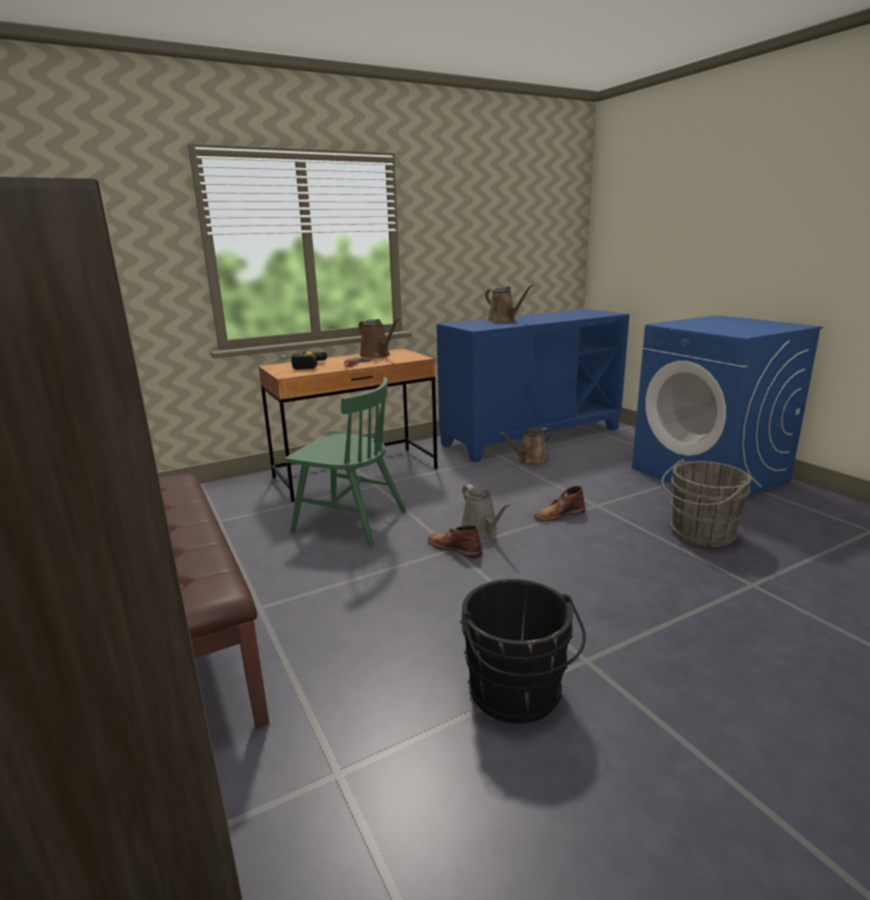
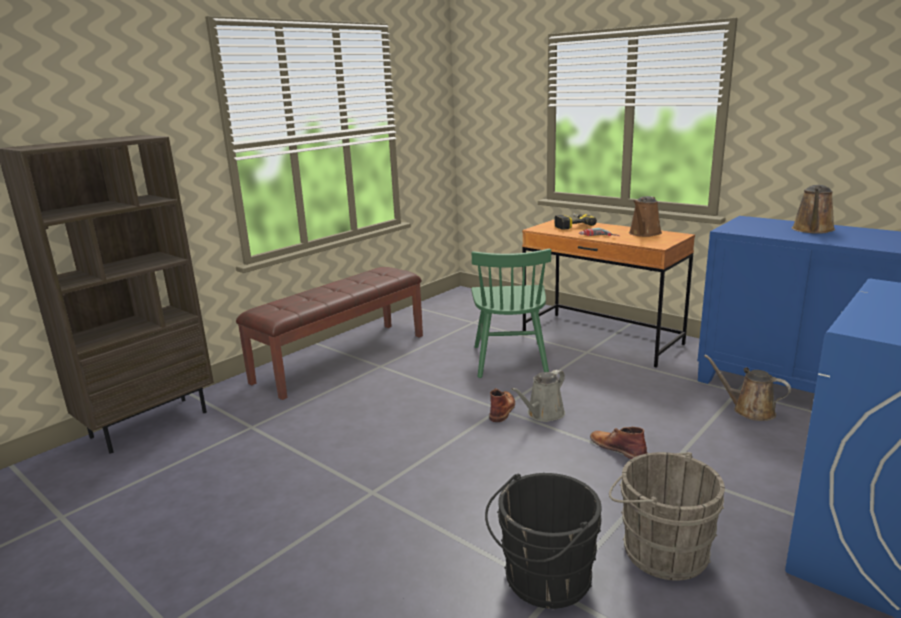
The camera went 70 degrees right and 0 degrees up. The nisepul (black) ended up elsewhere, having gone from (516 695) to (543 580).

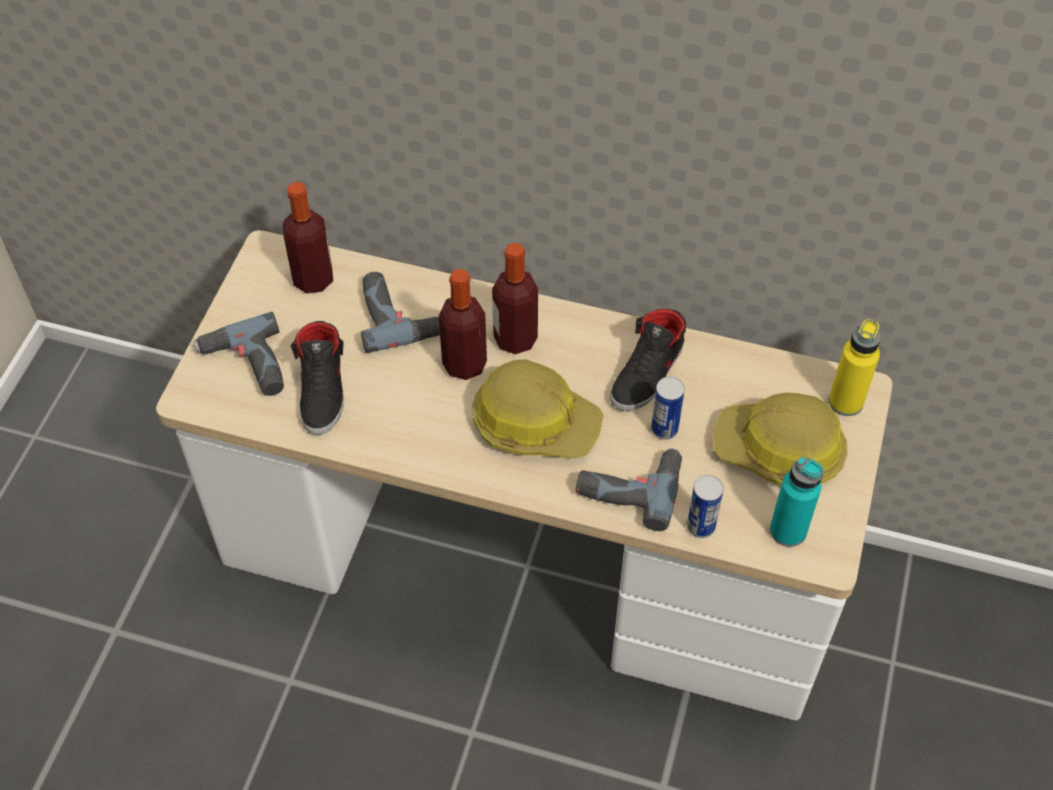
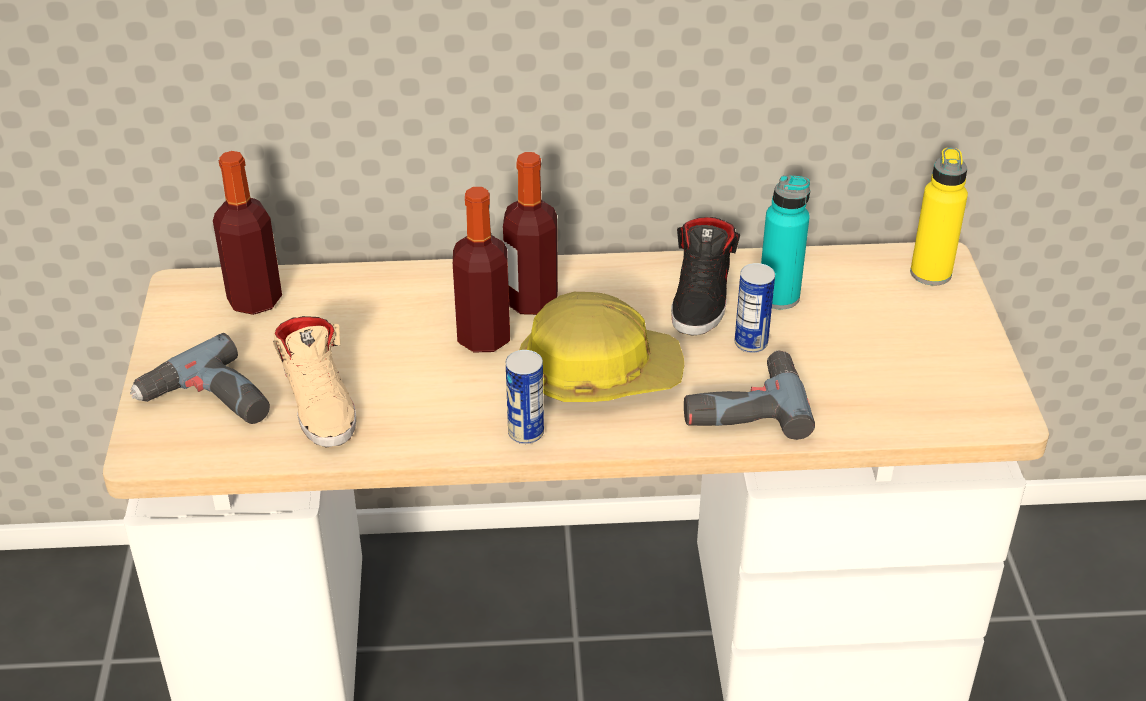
The camera went 20 degrees left and 15 degrees down. What was the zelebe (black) at (323 389) turned into the zelebe (beige) at (320 403). The second view lost the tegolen at (398 315). The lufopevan ended up elsewhere, having gone from (701 526) to (526 433). The second view lost the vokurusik at (779 451). The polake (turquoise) ended up elsewhere, having gone from (788 531) to (778 297).

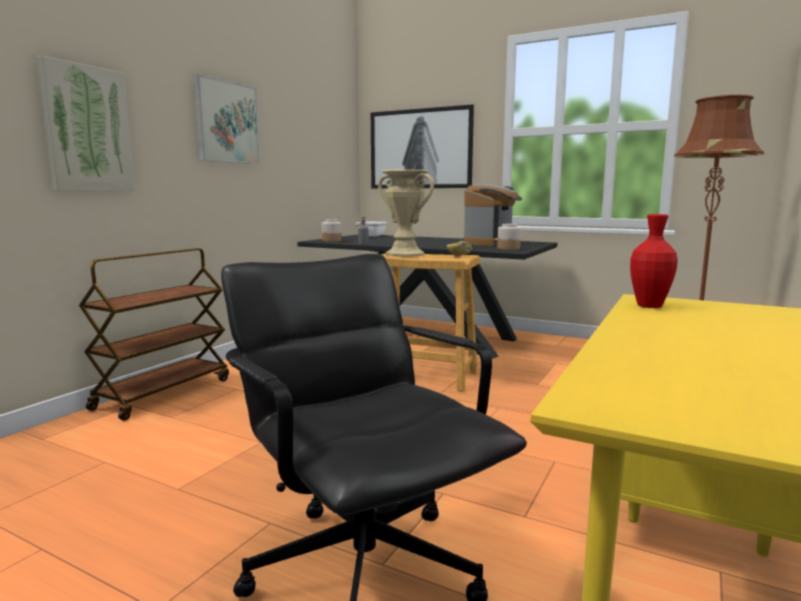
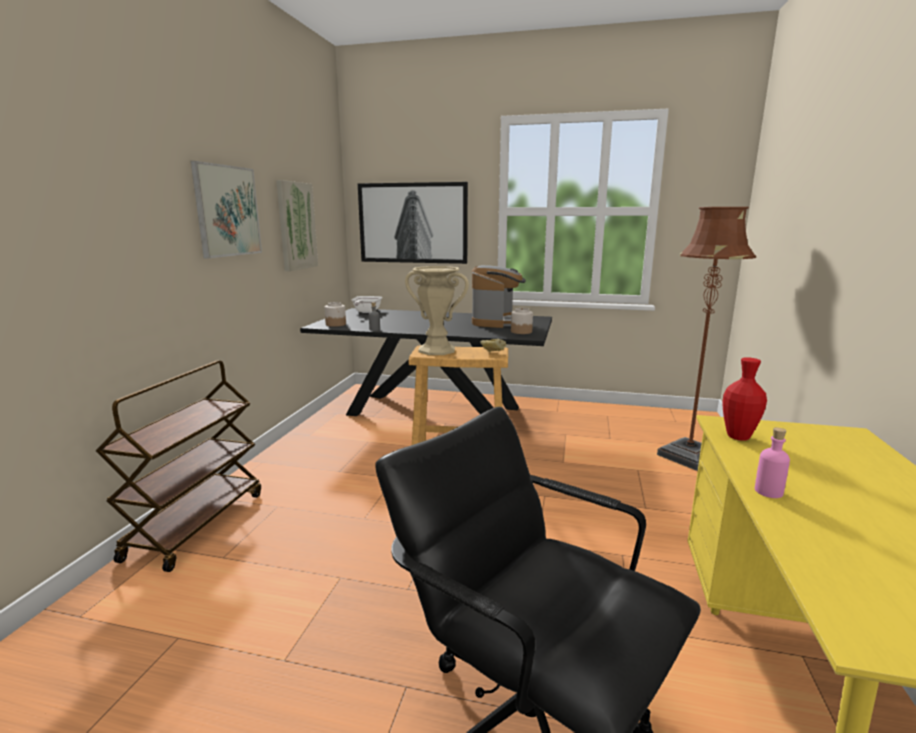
The camera went 15 degrees left and 5 degrees up. The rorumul ended up elsewhere, having gone from (87 129) to (296 226). The second view gained the polake (pink) at (768 491).

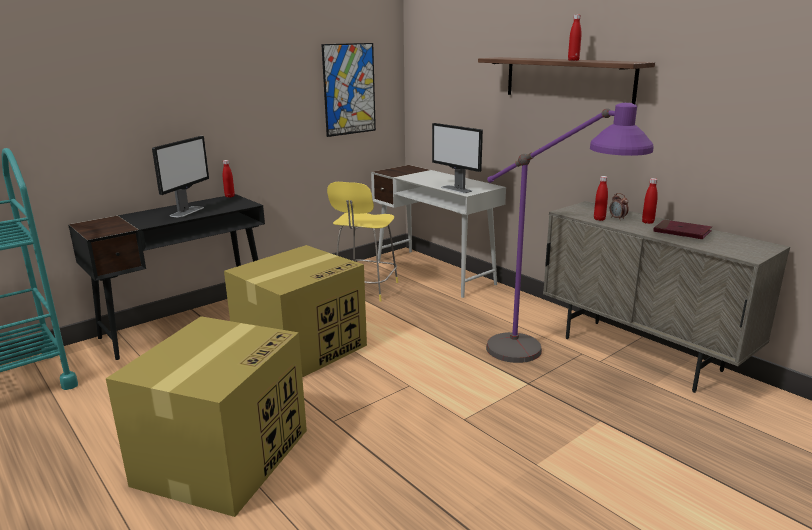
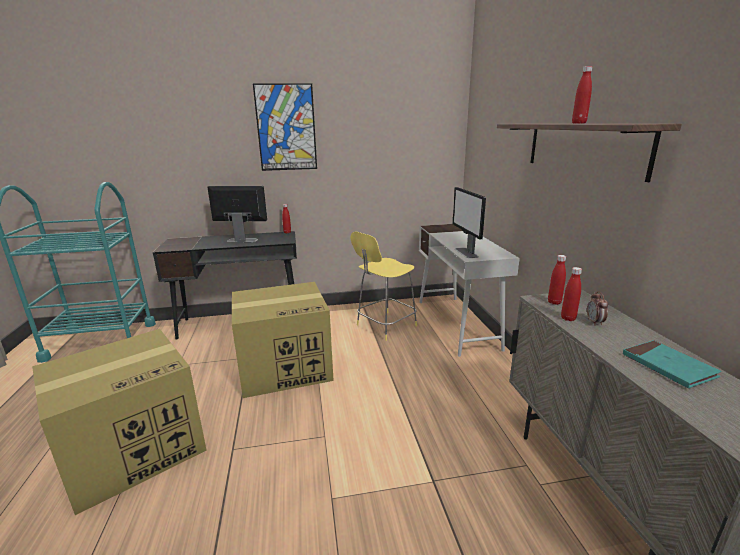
The camera went 30 degrees right and 0 degrees up. The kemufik at (187 211) ended up facing another way, 135 degrees counterclockwise from before. The rorumul ended up elsewhere, having gone from (349 89) to (286 128). The second view lost the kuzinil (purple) at (543 364). The polake (red) ended up elsewhere, having gone from (647 222) to (554 302). What was the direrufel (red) at (682 232) turned into the direrufel (turquoise) at (668 366).

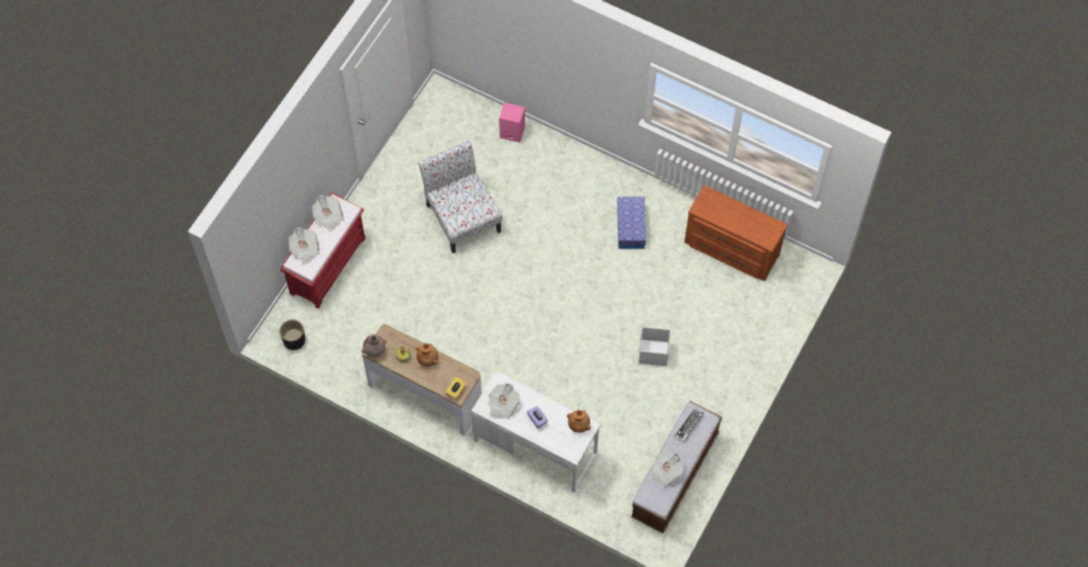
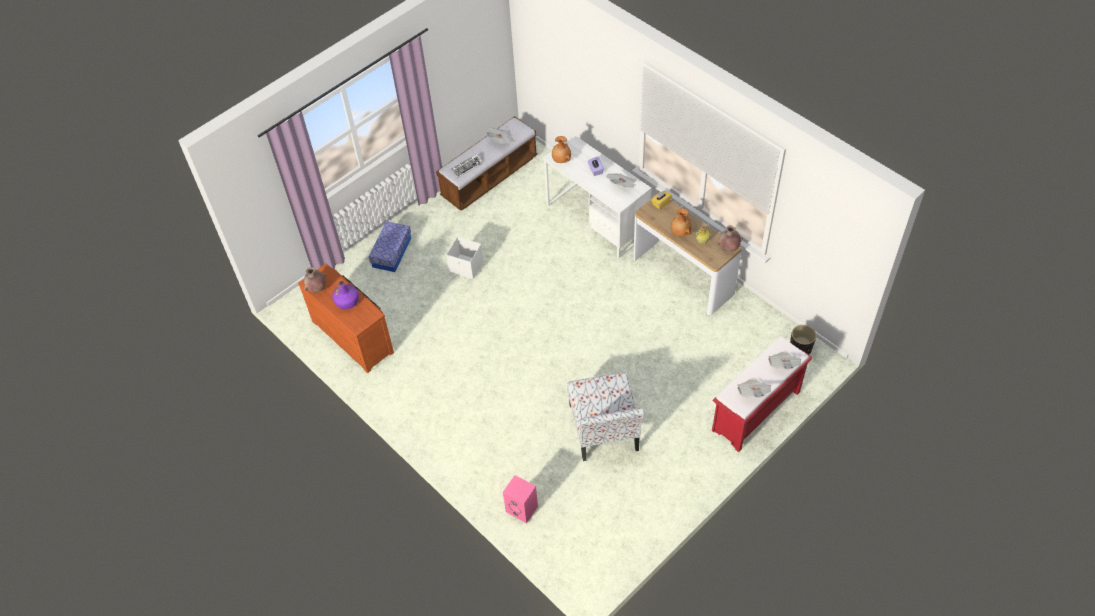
The camera went 160 degrees left and 10 degrees down. The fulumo ended up elsewhere, having gone from (630 227) to (392 252). The second view gained the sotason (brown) at (317 289). The second view gained the polake (purple) at (347 301).

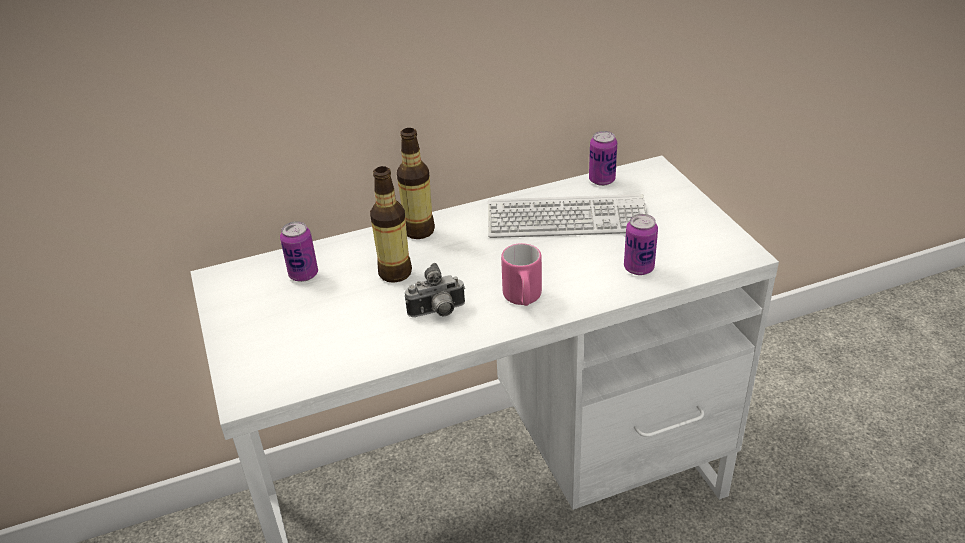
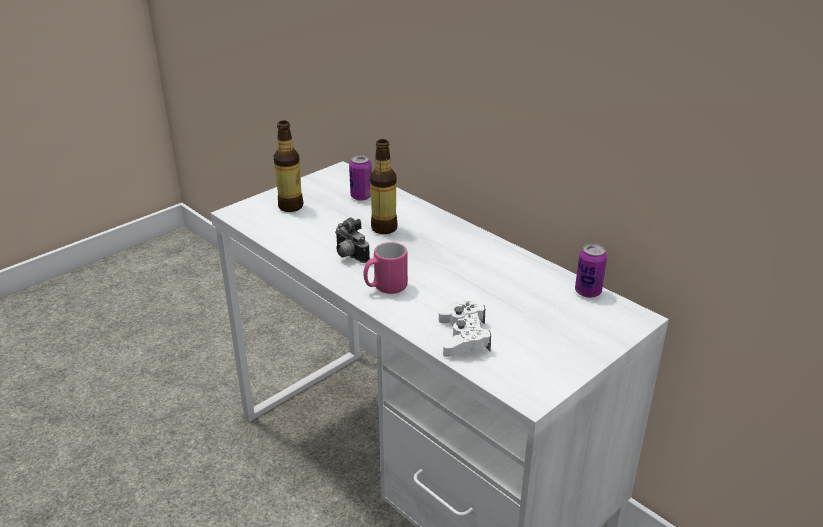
The camera went 65 degrees right and 5 degrees down. The polake ended up elsewhere, having gone from (419 231) to (290 206). The second view lost the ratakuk at (567 219). Where the lufopevan stood at (638 268), the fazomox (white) came to stand at (463 336).

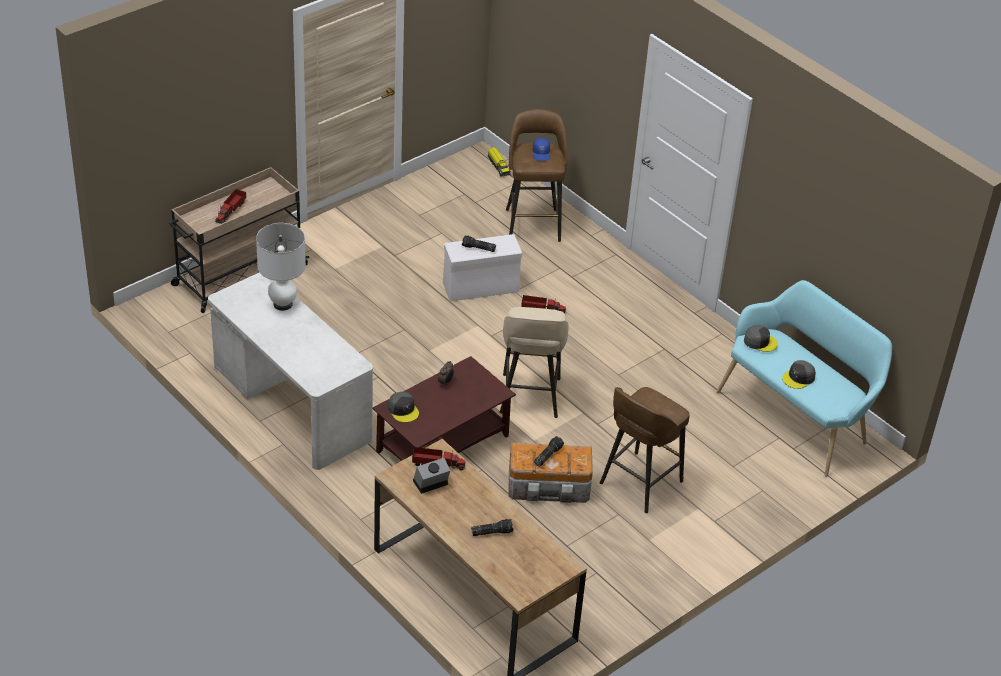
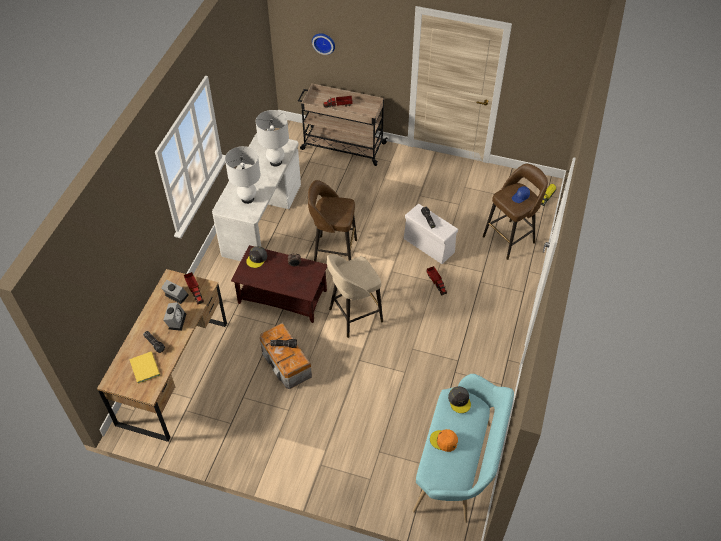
The camera went 60 degrees right and 10 degrees up. The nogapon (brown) ended up elsewhere, having gone from (639 483) to (333 251). What was the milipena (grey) at (798 378) turned into the milipena (orange) at (444 441). The second view gained the direrufel (yellow) at (145 367). The second view gained the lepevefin at (176 320). The second view gained the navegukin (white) at (247 199). The second view gained the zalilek at (324 42).

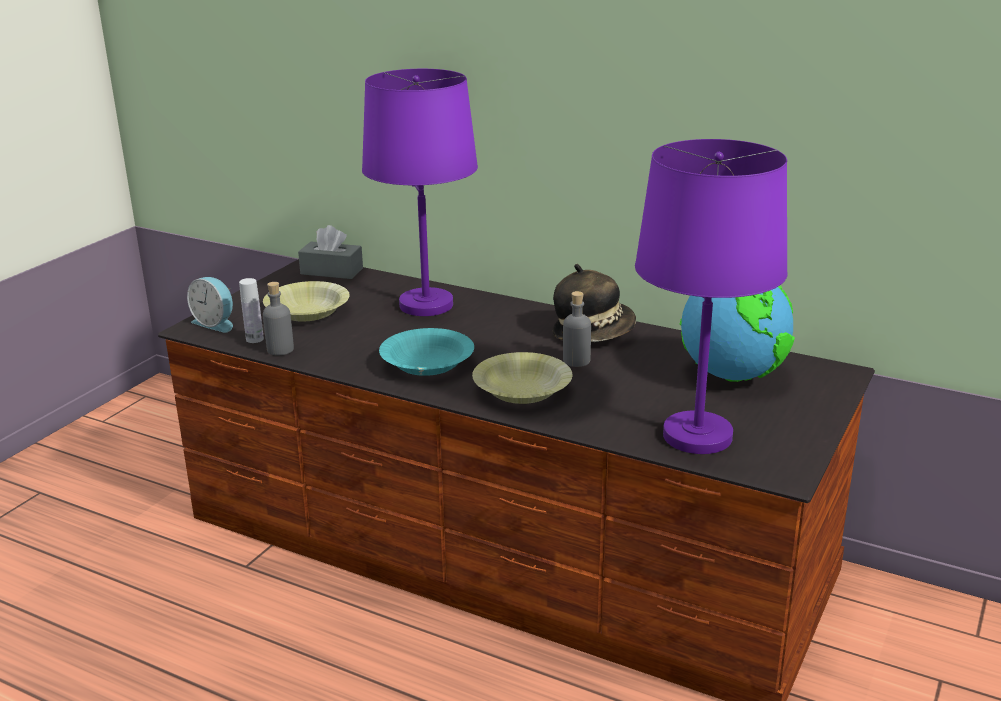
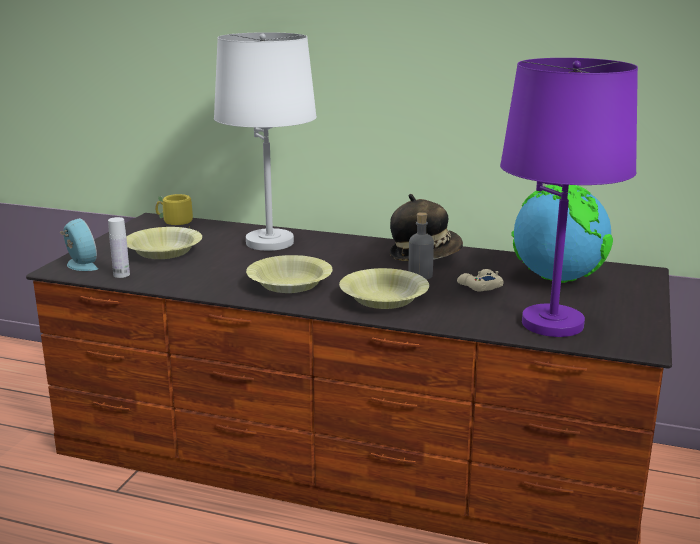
The camera went 10 degrees left and 5 degrees down. The lepevefin at (215 323) ended up facing another way, 150 degrees counterclockwise from before. The second view lost the polake (grey) at (280 349). Where the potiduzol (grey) stood at (331 271), the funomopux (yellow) came to stand at (174 222). What was the navegukin (purple) at (427 305) turned into the navegukin (white) at (270 242). What was the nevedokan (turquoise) at (427 364) turned into the nevedokan (yellow) at (289 285). The second view gained the fazomox (beige) at (479 286).

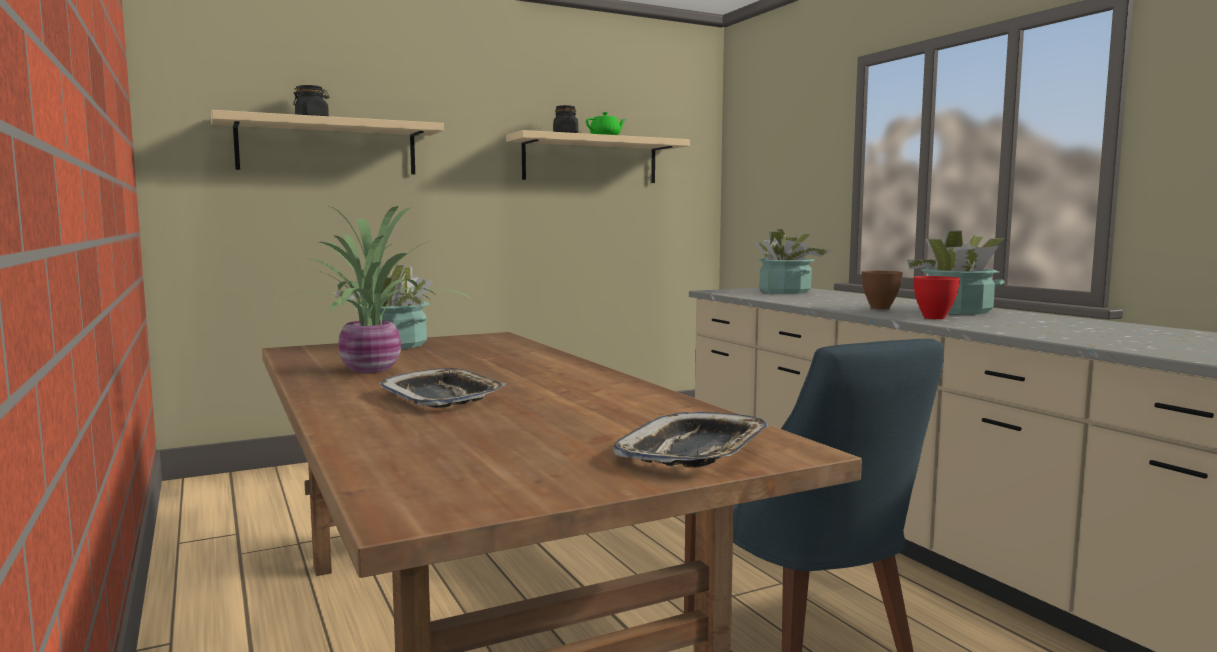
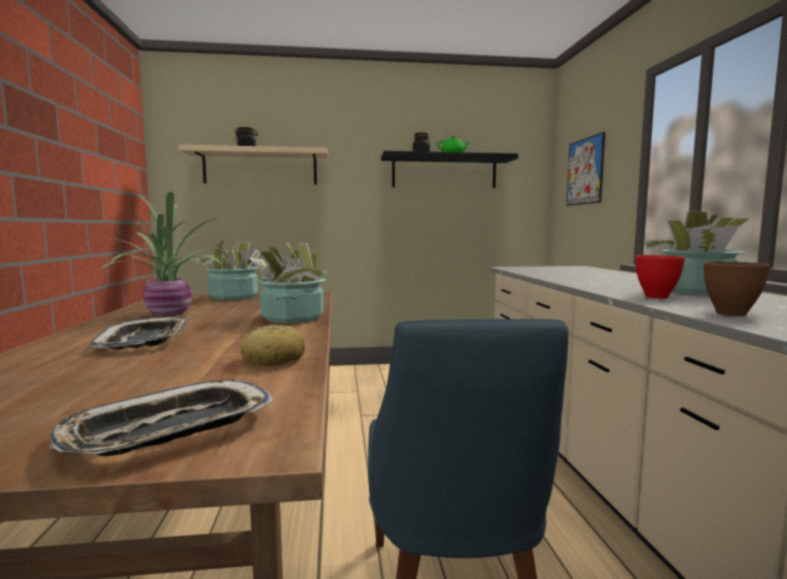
The camera went 20 degrees right and 0 degrees up. What was the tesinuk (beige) at (590 160) turned into the tesinuk (black) at (444 172). The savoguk ended up elsewhere, having gone from (784 291) to (292 318). The nevedokan (brown) ended up elsewhere, having gone from (881 308) to (732 314). The second view gained the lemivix at (274 359). The second view gained the rorumul at (585 171).

